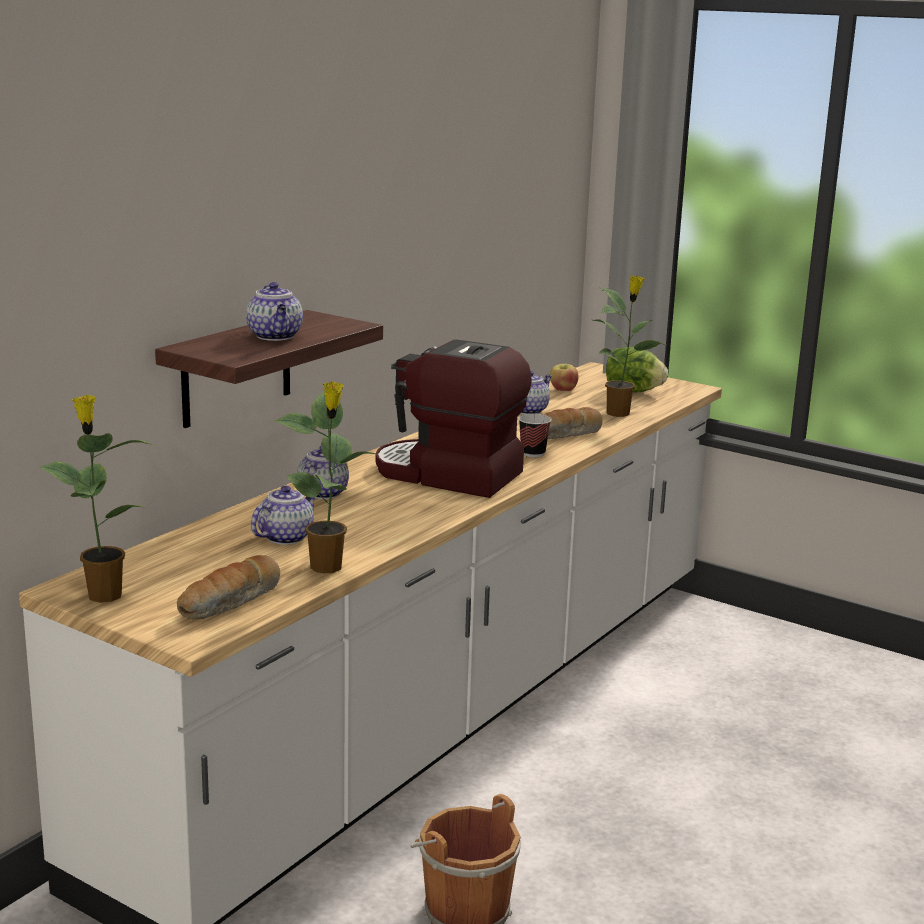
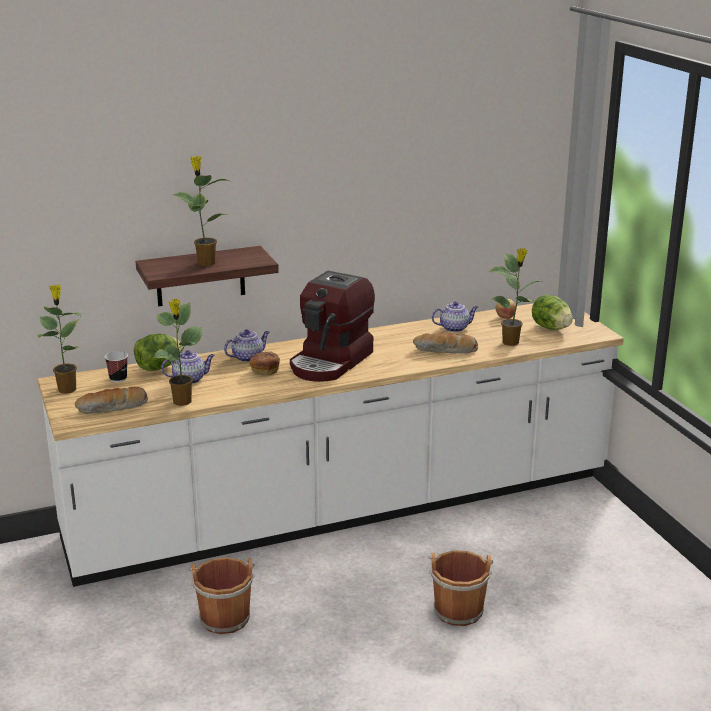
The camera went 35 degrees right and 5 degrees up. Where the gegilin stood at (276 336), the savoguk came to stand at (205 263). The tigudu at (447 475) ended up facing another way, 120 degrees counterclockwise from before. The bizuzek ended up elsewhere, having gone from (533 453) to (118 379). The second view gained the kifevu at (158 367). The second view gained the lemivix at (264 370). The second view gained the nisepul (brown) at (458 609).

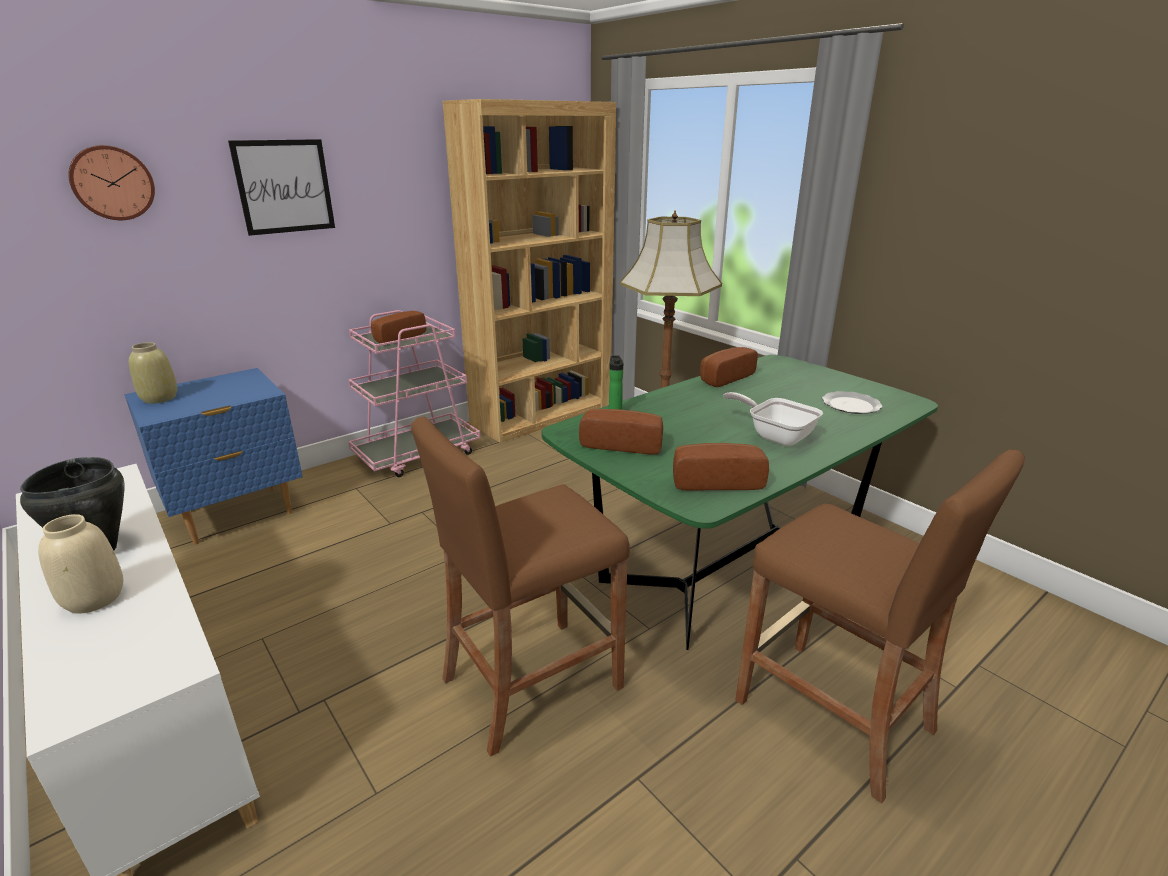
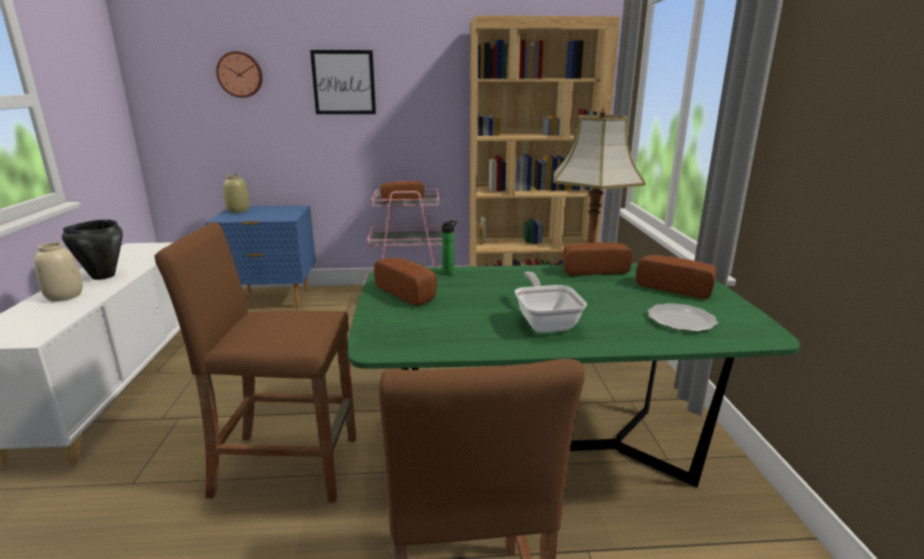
The camera went 35 degrees right and 5 degrees down. The lemivix ended up elsewhere, having gone from (715 481) to (675 288).

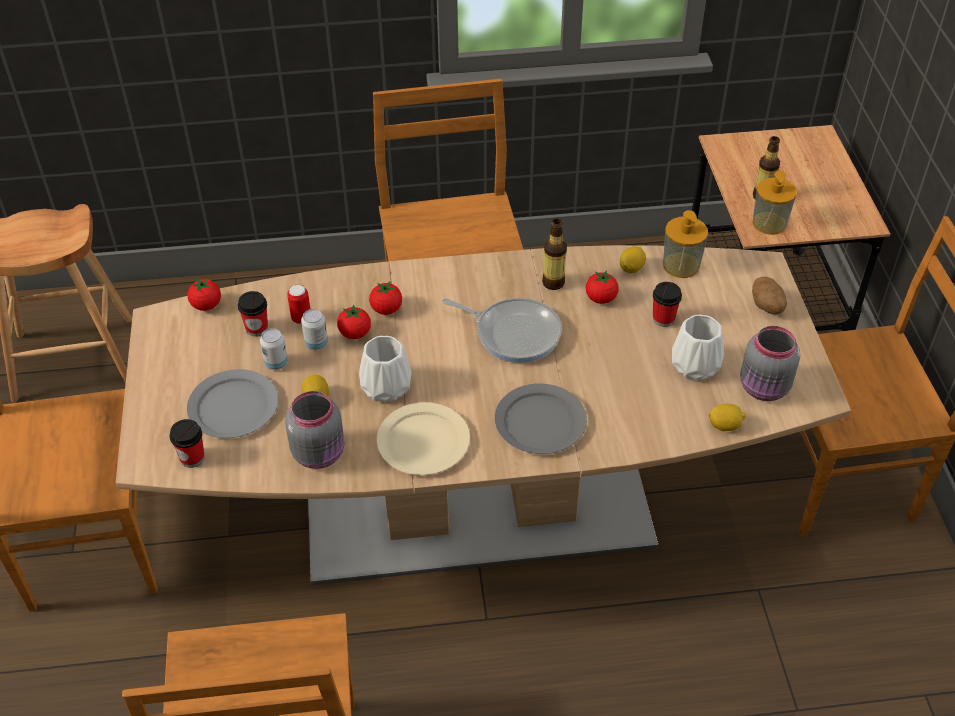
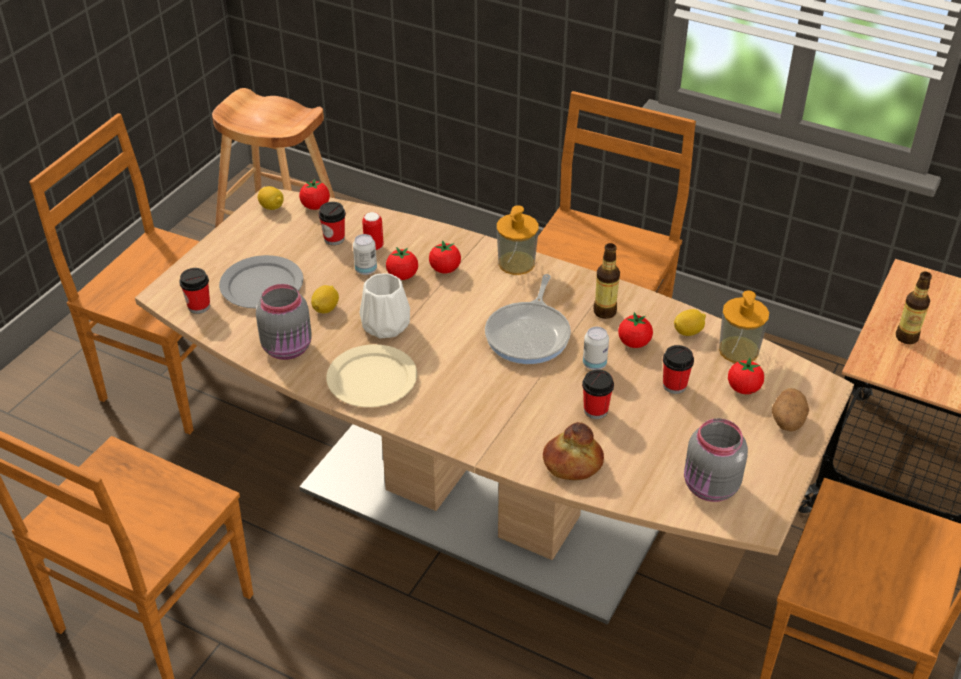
The camera went 35 degrees right and 5 degrees down. The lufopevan ended up elsewhere, having gone from (276 363) to (594 364). The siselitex at (514 333) ended up facing another way, 45 degrees clockwise from before. The second view lost the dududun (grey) at (539 421). The second view lost the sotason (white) at (695 365). The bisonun ended up elsewhere, having gone from (725 426) to (271 207). The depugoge ended up elsewhere, having gone from (769 223) to (516 263). The second view gained the lemivix at (572 463). The second view gained the bizuzek at (595 410). The second view gained the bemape at (743 388).

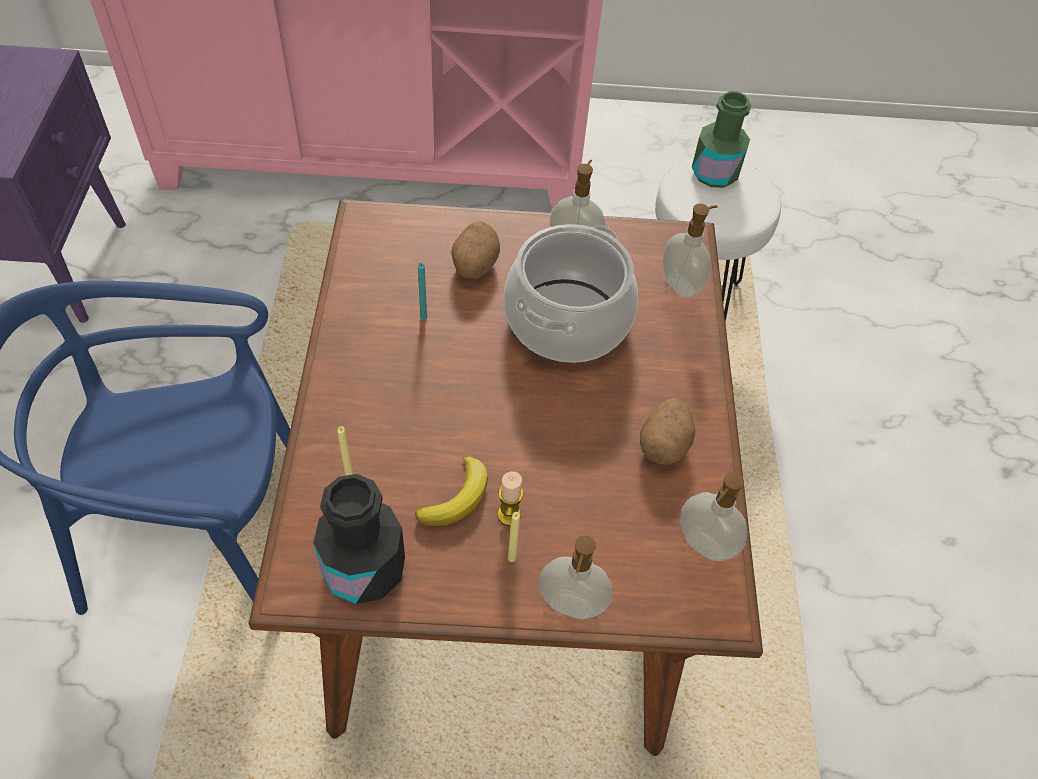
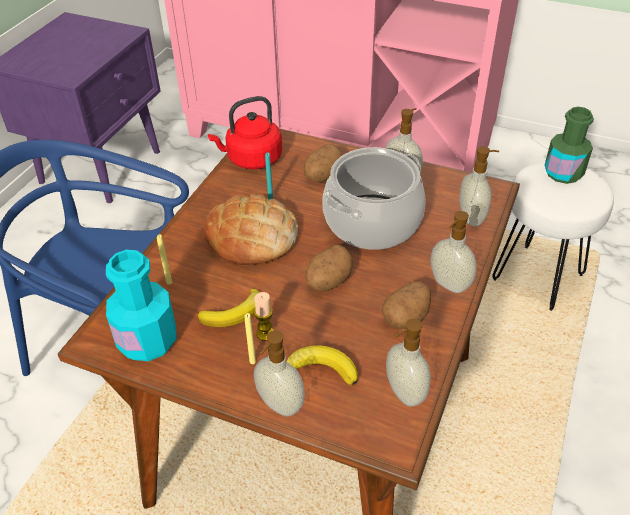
The camera went 25 degrees right and 10 degrees down. What was the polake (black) at (364 569) turned into the polake (turquoise) at (147 340). The second view gained the lemivix at (252 237). The second view gained the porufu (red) at (251 159). The second view gained the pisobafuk at (322 369). The second view gained the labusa at (328 281). The second view gained the depugoge at (448 285).

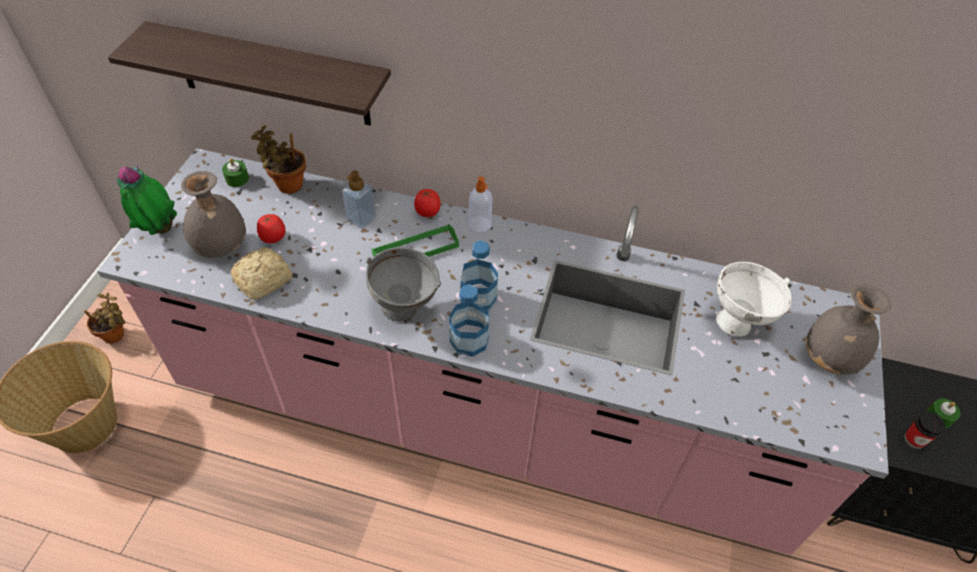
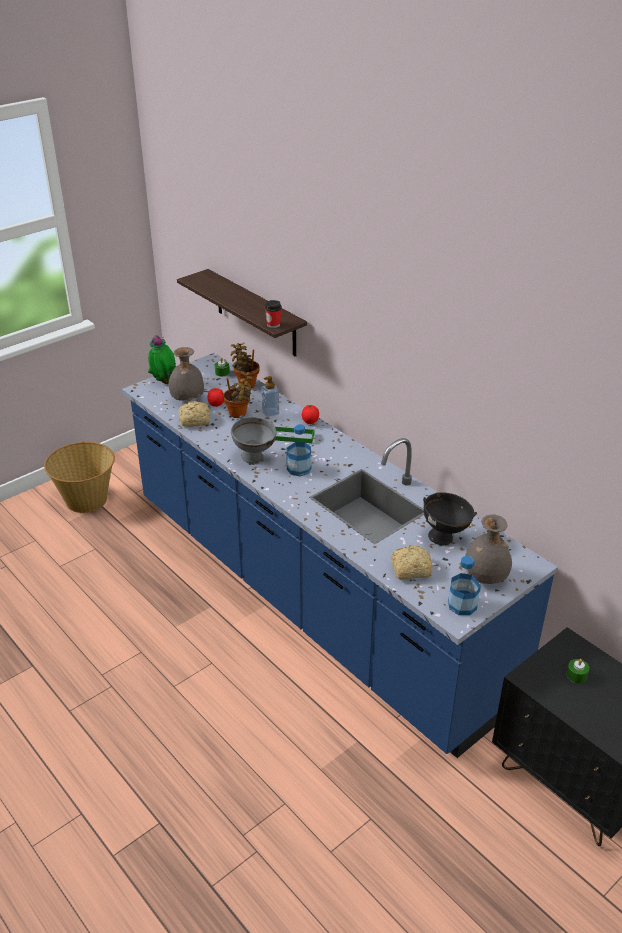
The camera went 35 degrees right and 15 degrees down. The savoguk ended up elsewhere, having gone from (116 335) to (239 414). What was the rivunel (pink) at (482 416) turned into the rivunel (blue) at (311 595). The polake ended up elsewhere, having gone from (469 340) to (462 605). The second view lost the depugoge at (480 225). What was the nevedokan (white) at (740 321) turned into the nevedokan (black) at (446 538). The bizuzek ended up elsewhere, having gone from (914 439) to (273 325). The second view gained the lemivix at (409 569).

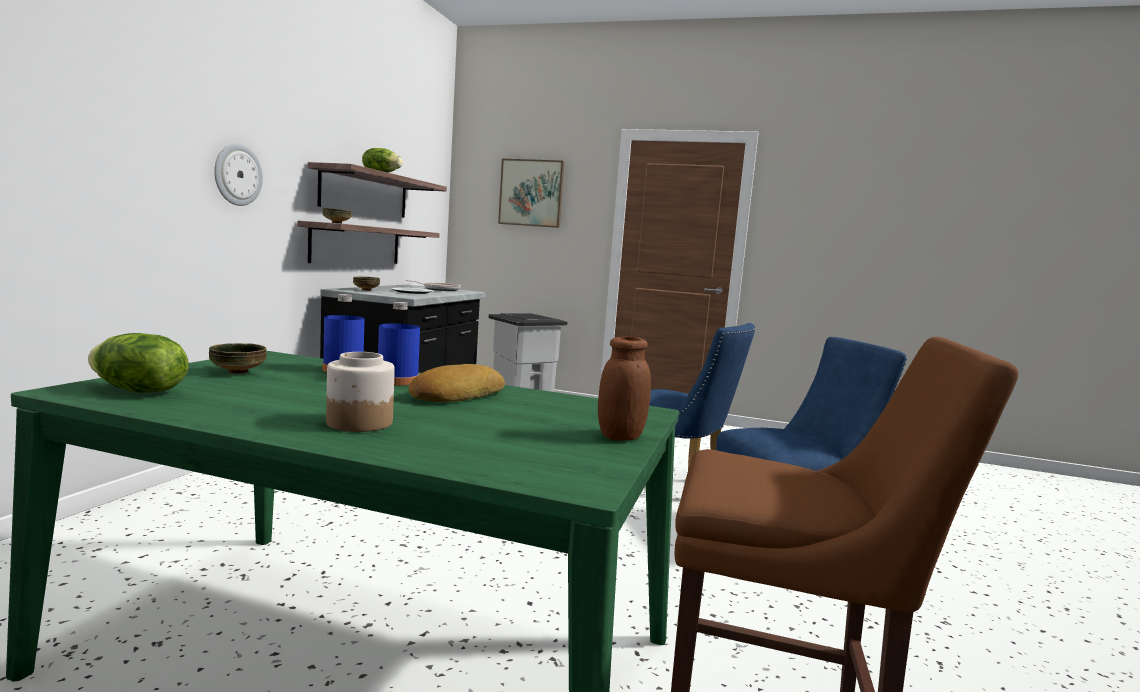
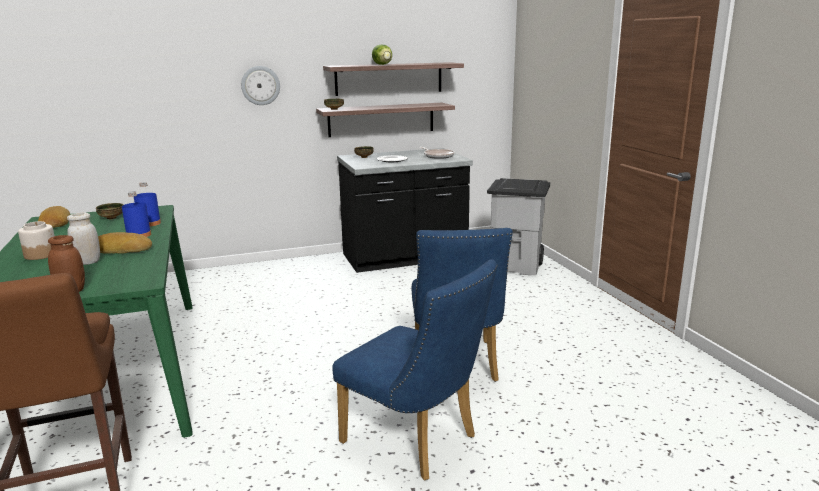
The camera went 55 degrees right and 10 degrees up. Where the kifevu stood at (138 391), the lemivix came to stand at (54 223). The second view lost the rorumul at (531 193). The second view gained the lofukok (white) at (87 262).

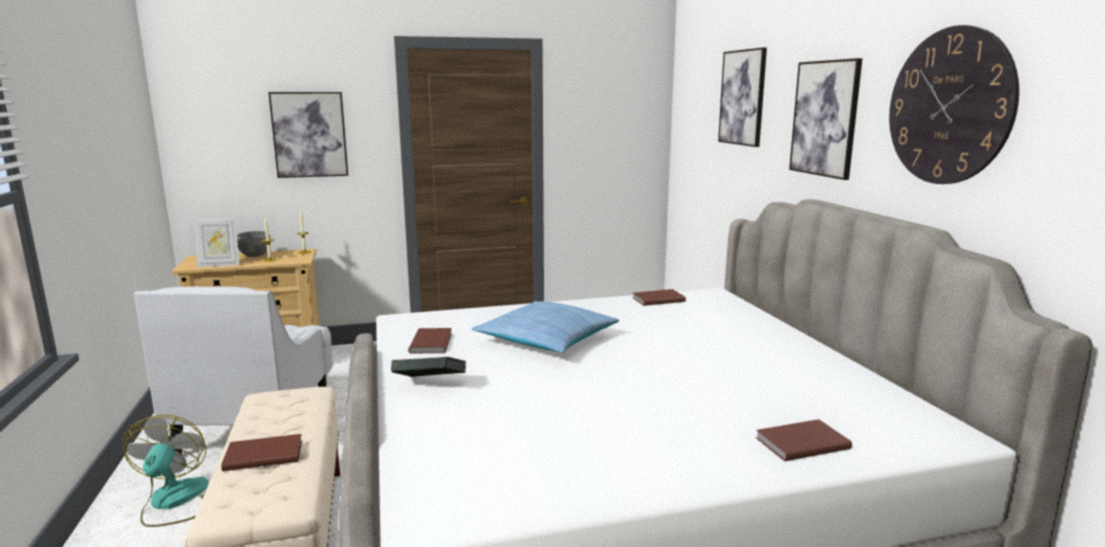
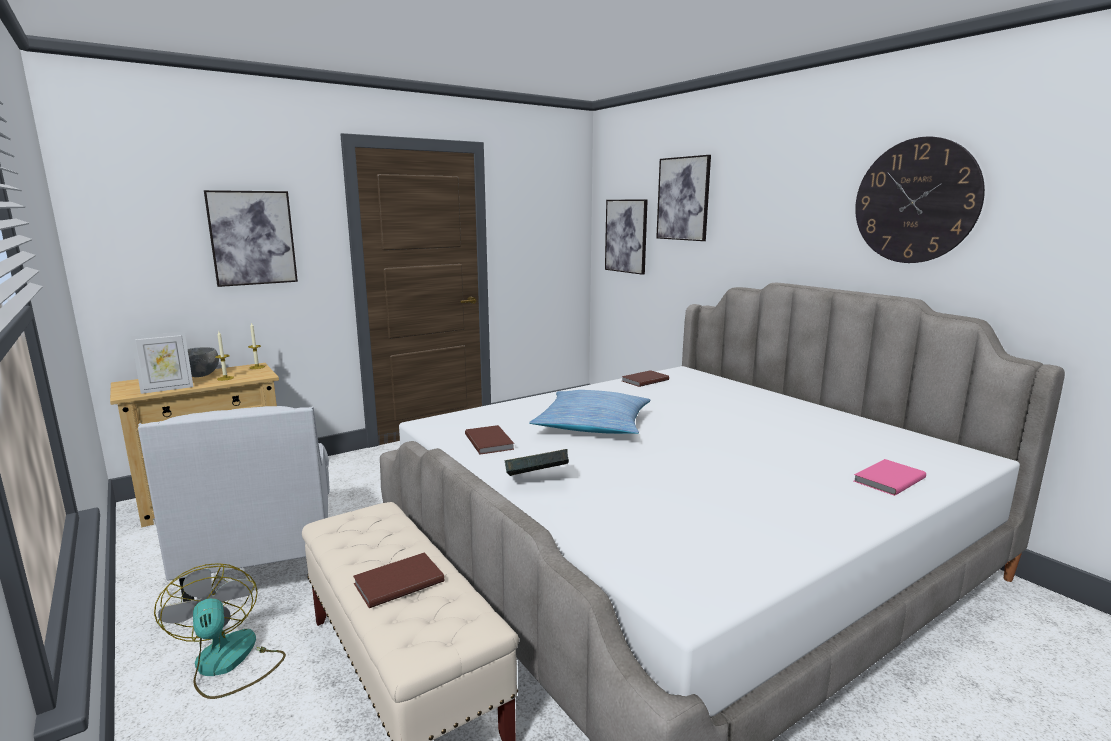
The camera went 20 degrees left and 0 degrees up. What was the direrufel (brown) at (800 442) turned into the direrufel (pink) at (887 479). The rorumul ended up elsewhere, having gone from (825 118) to (626 236).

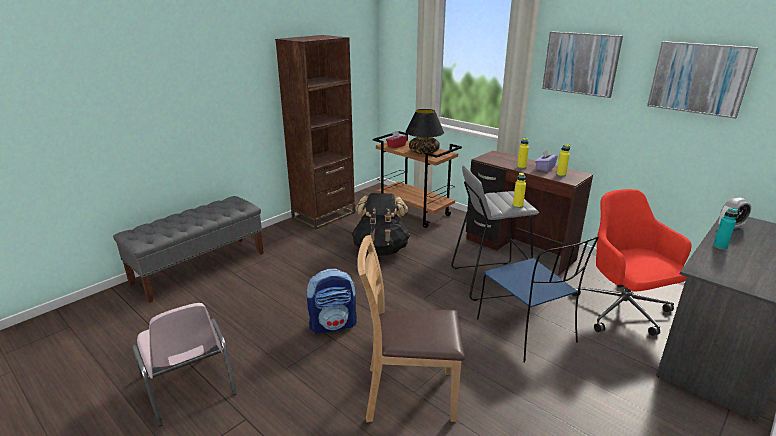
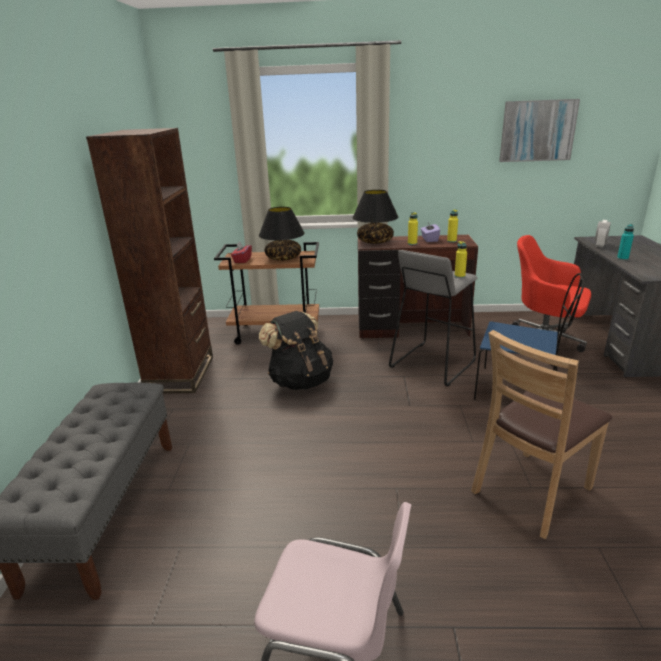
The camera went 40 degrees left and 0 degrees up. The second view lost the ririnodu at (333 325). The second view lost the rorumul at (580 63). The second view gained the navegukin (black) at (375 241).

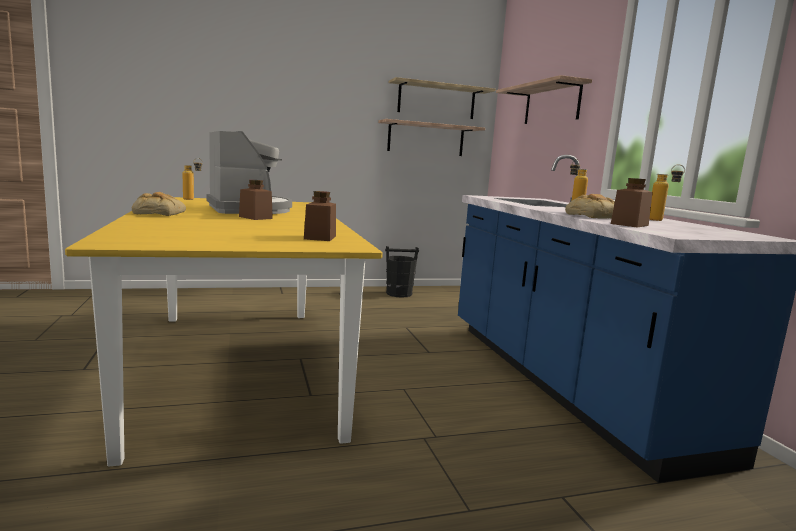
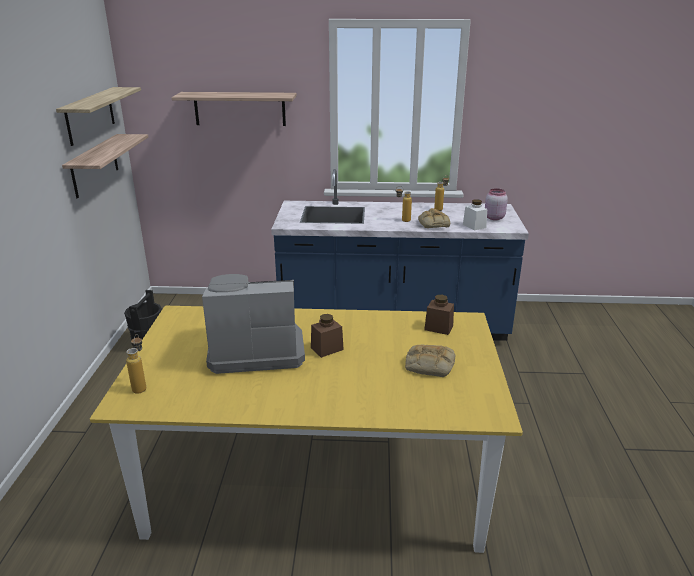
The camera went 70 degrees left and 15 degrees up. The lemivix ended up elsewhere, having gone from (159 213) to (429 365). What was the lofukok (brown) at (629 224) turned into the lofukok (white) at (474 226). The second view gained the lofukok (pink) at (493 218).

